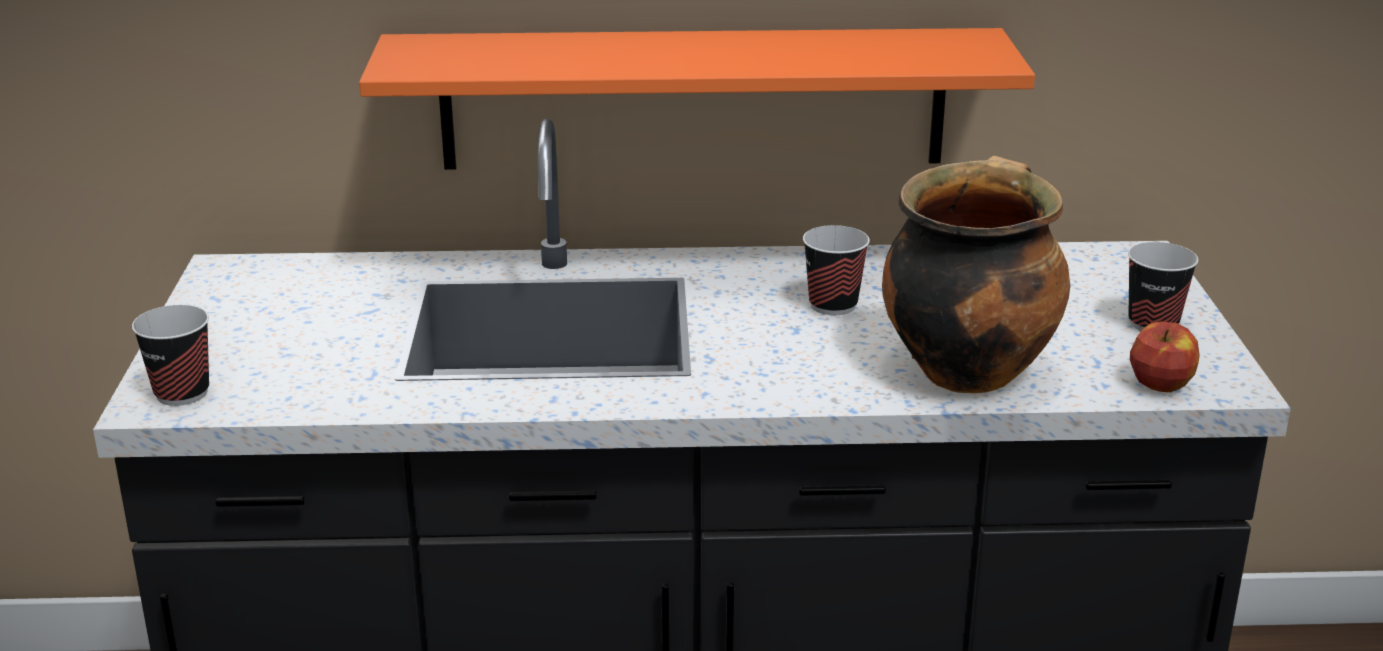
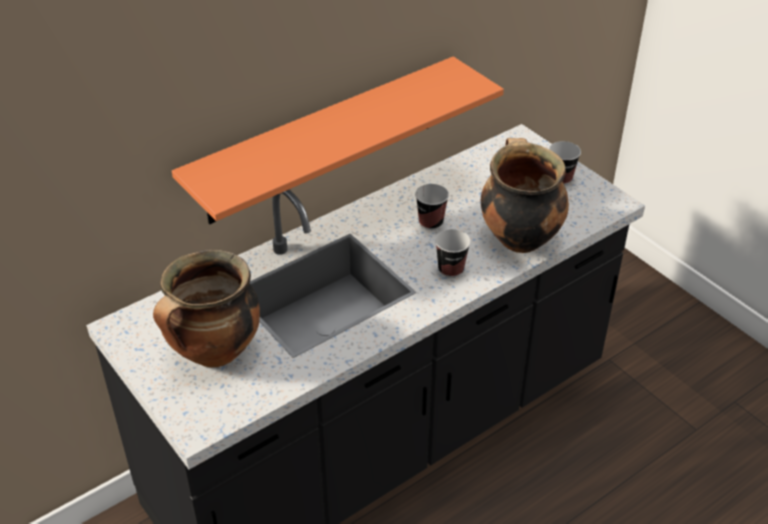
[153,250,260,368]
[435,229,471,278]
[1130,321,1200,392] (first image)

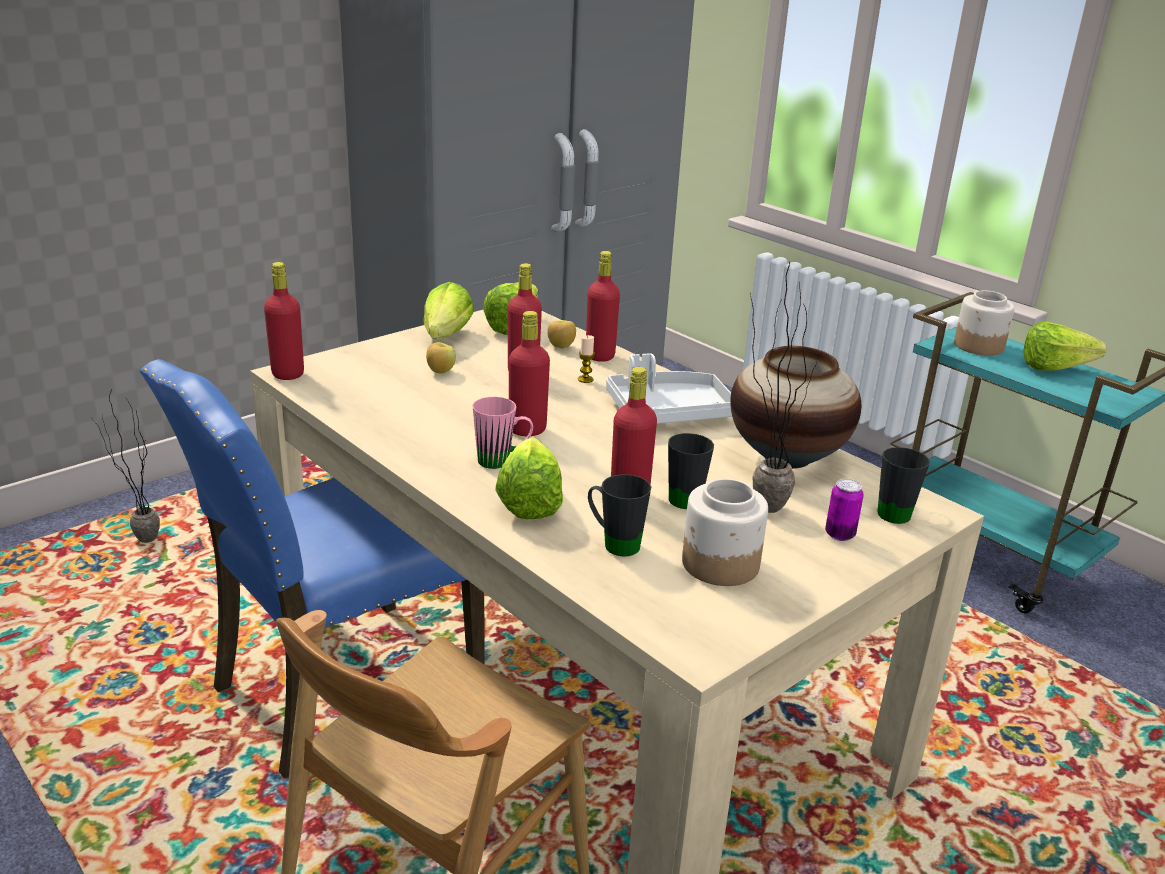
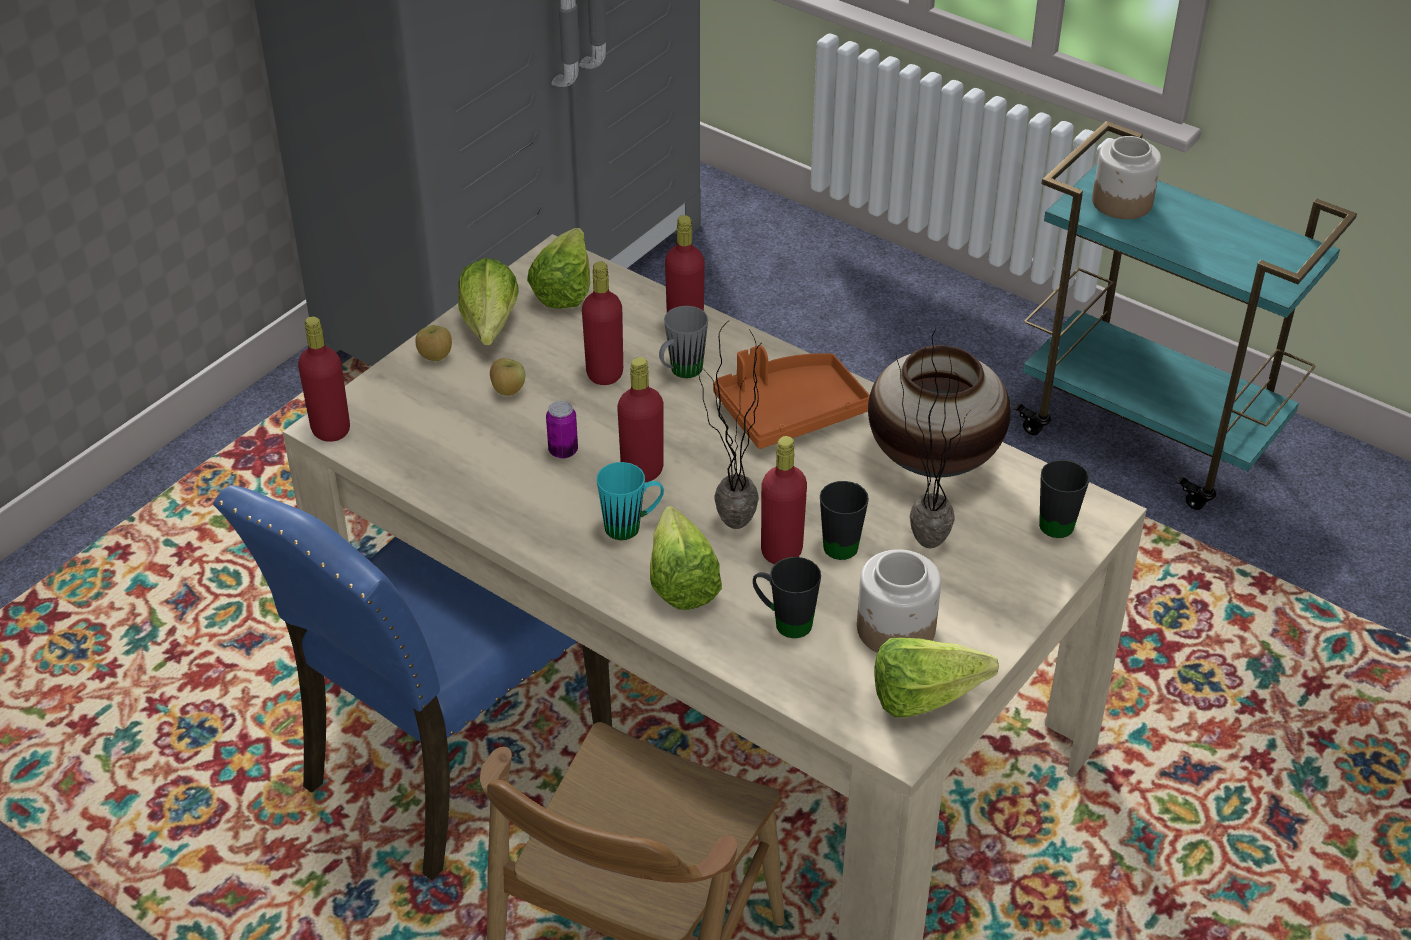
[415,325,452,361]
[546,401,578,459]
[597,462,664,540]
[659,306,708,378]
[693,320,761,529]
[713,345,870,449]
[874,637,999,717]

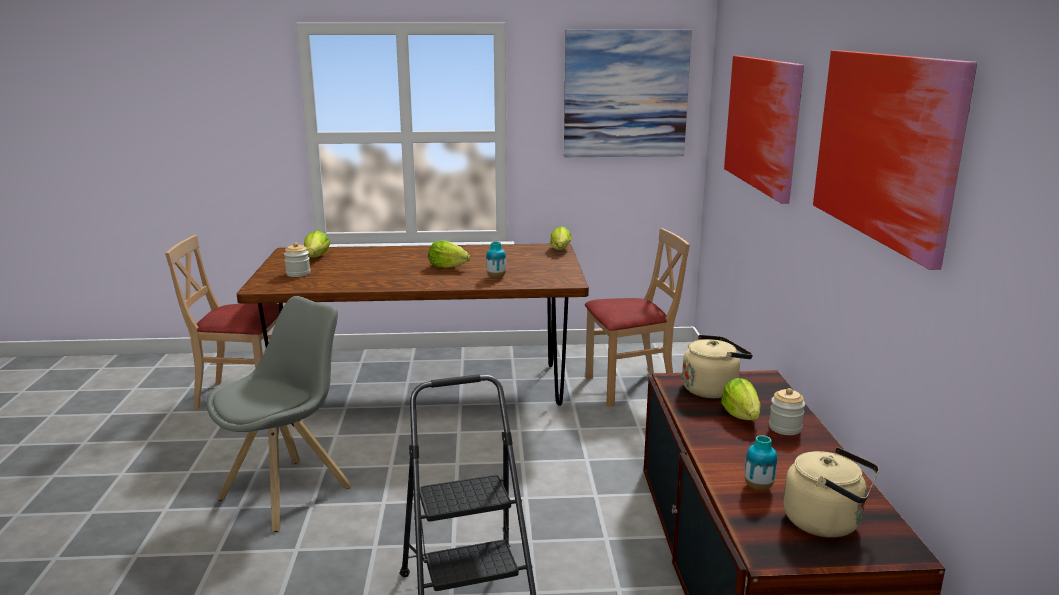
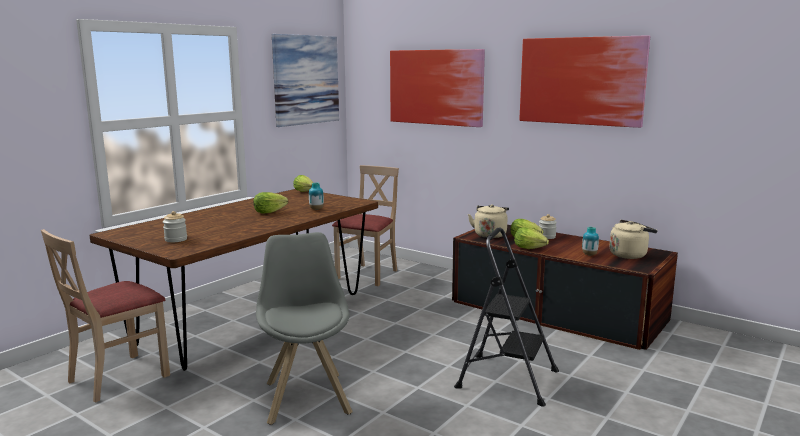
[514,227,549,249]

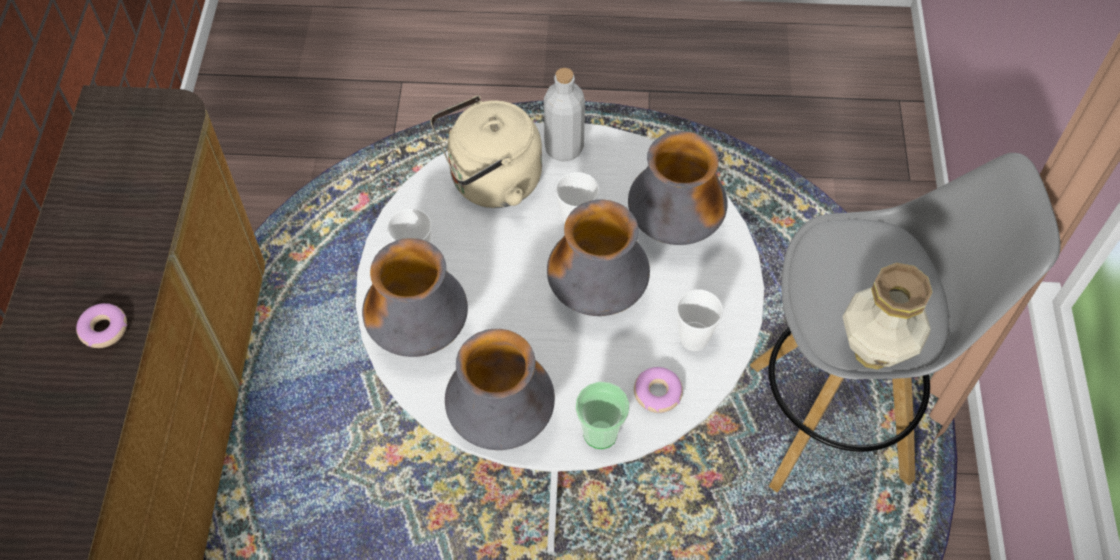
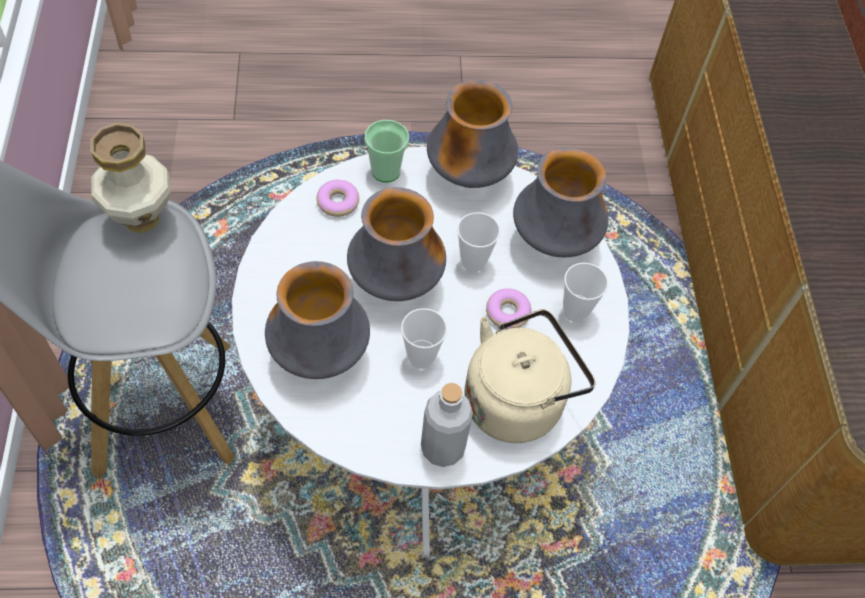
[457,212,500,272]
[486,288,532,329]

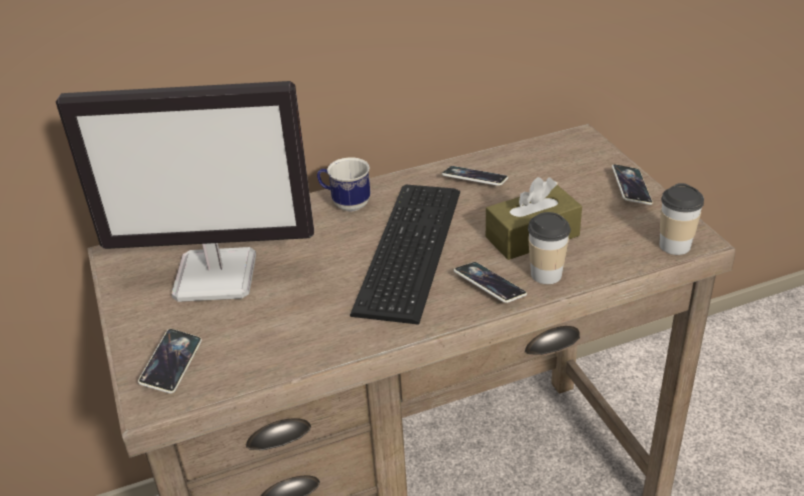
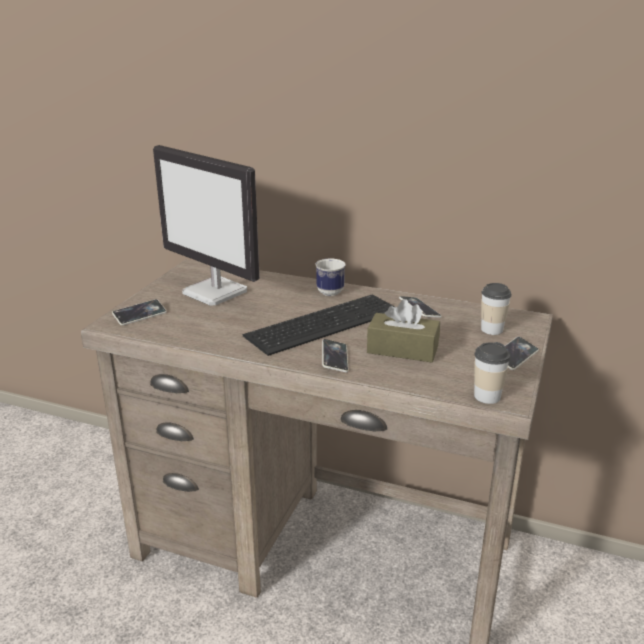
[481,283,512,335]

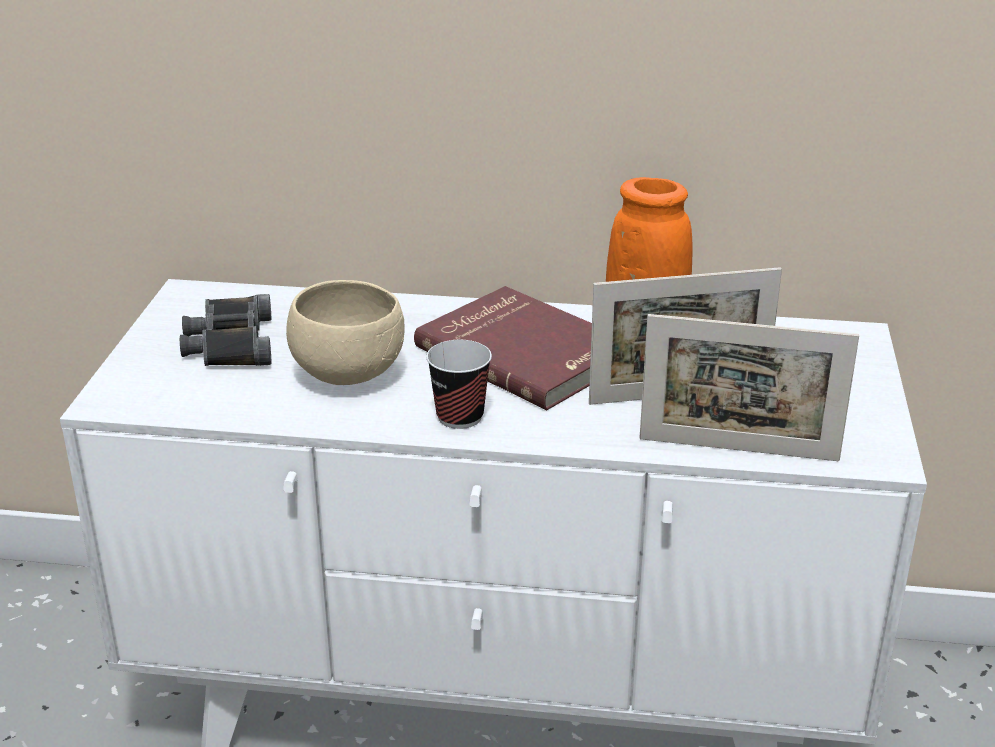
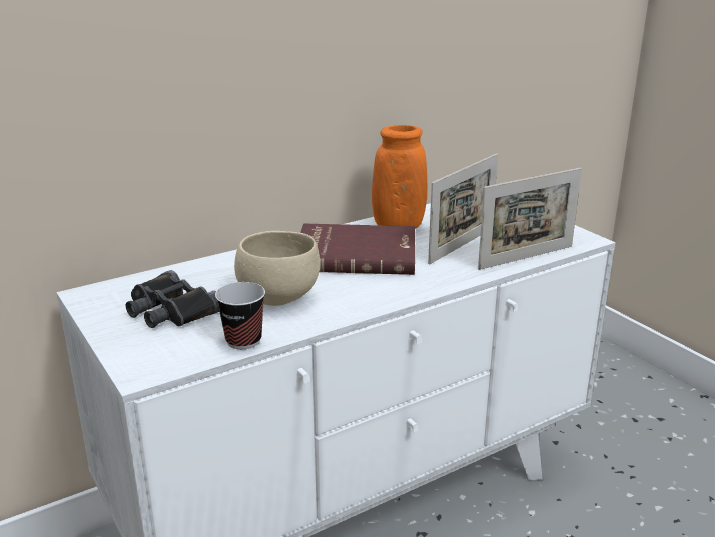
[215,282,265,349]

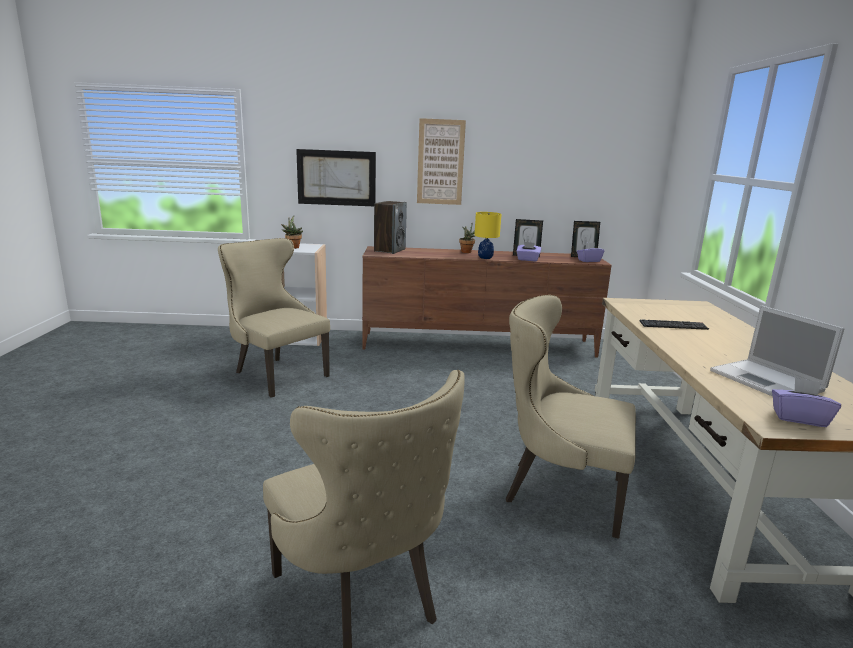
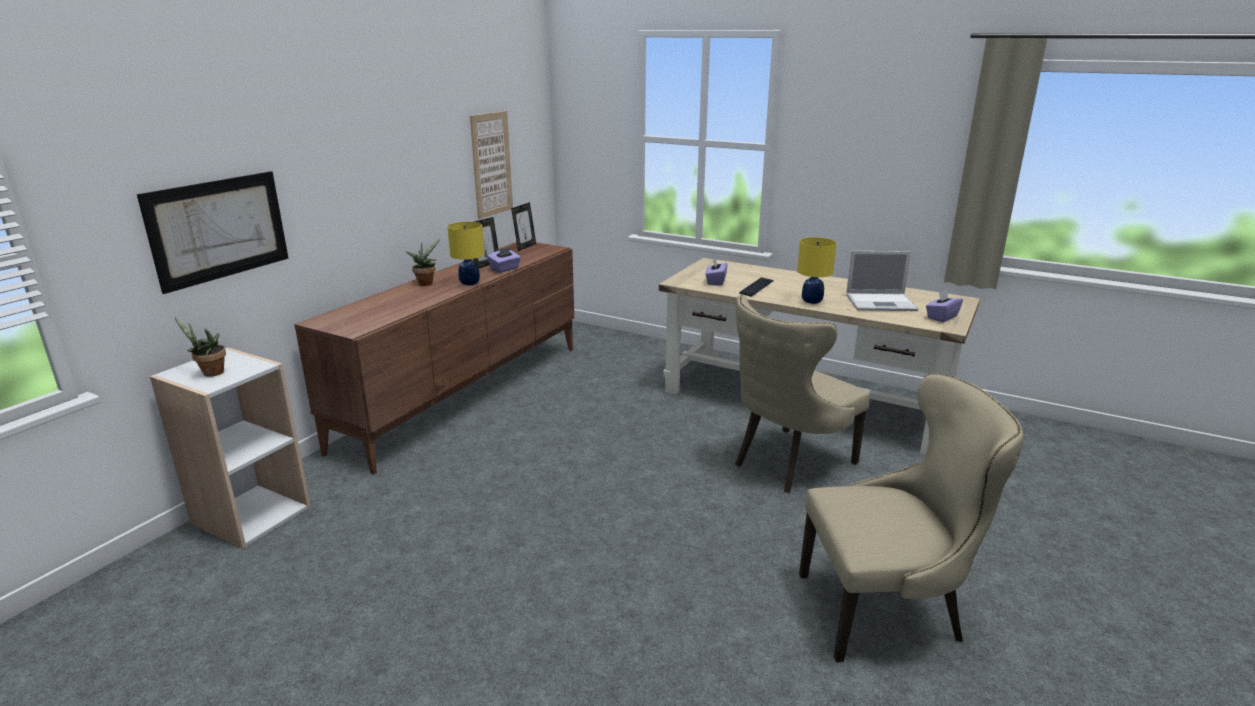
[470,111,513,219]
[706,258,728,286]
[797,237,837,304]
[218,238,330,398] (first image)
[374,201,407,254] (first image)

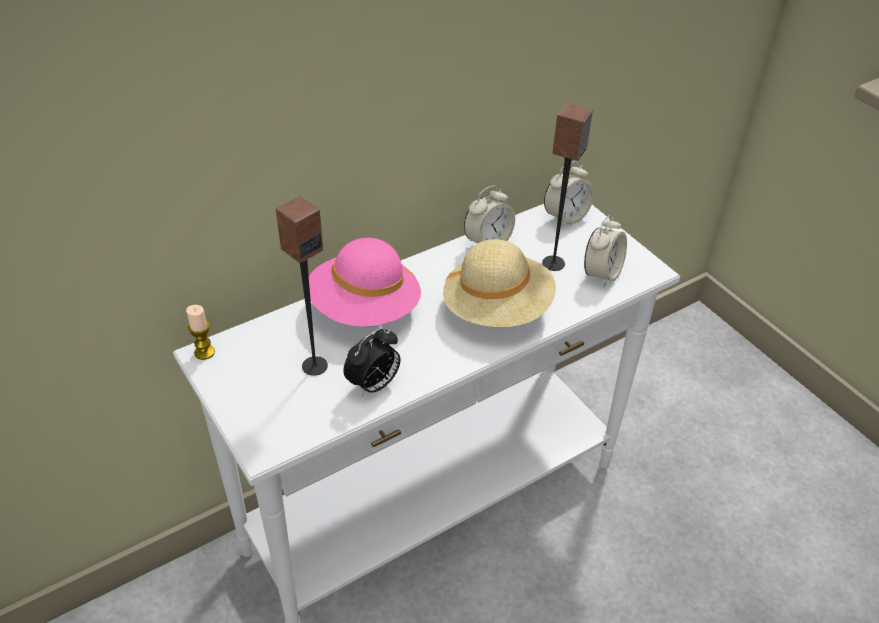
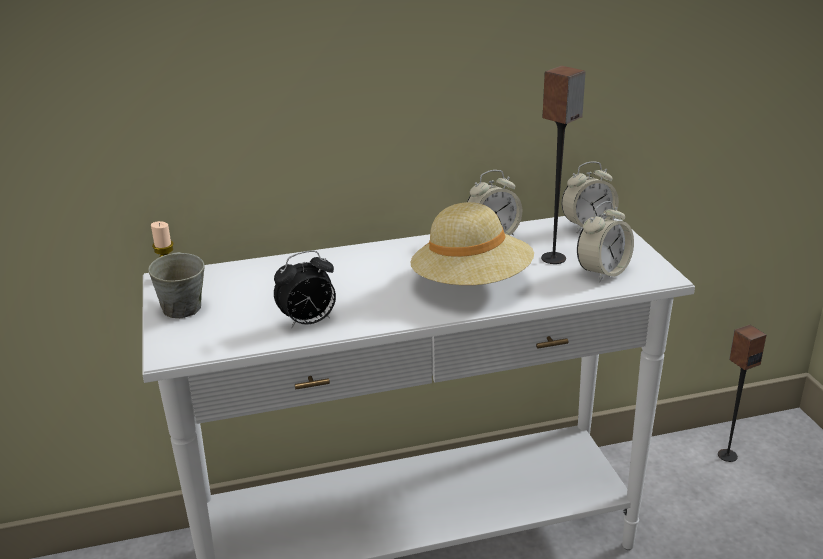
[148,252,205,318]
[718,325,766,462]
[309,238,421,327] (first image)

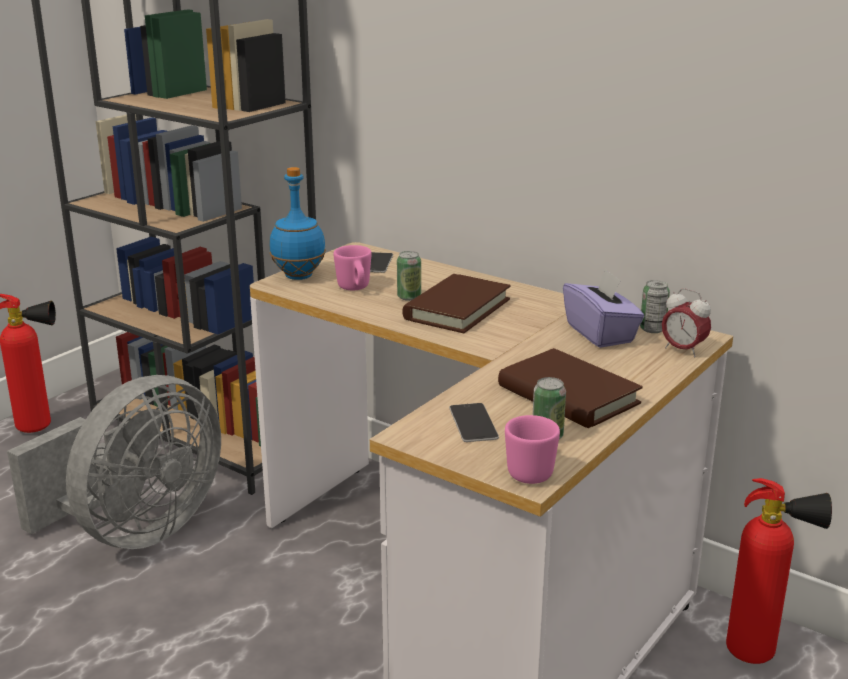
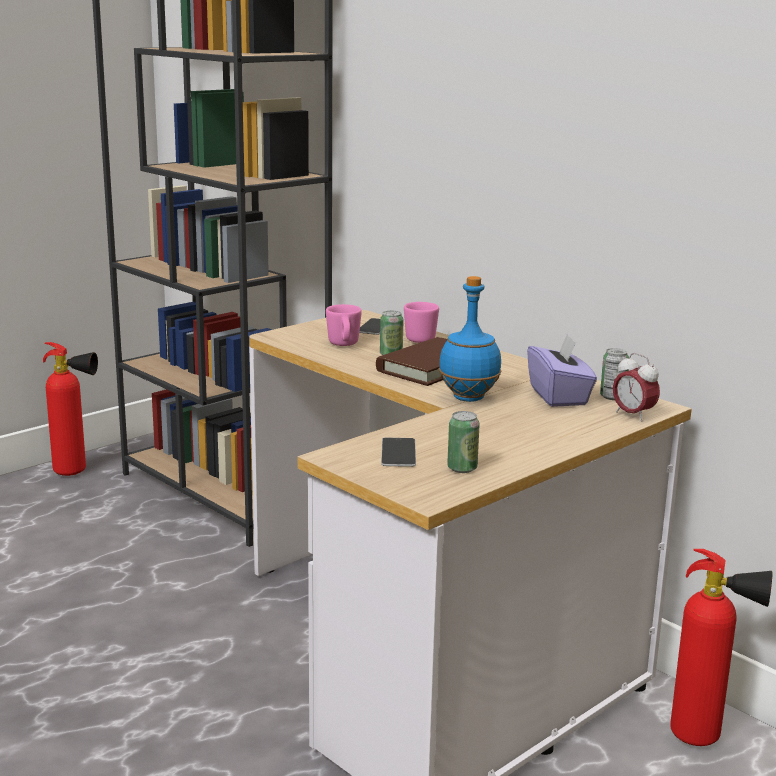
[404,302,439,343]
[439,276,501,402]
[7,375,221,549] (first image)
[498,348,643,428] (first image)

